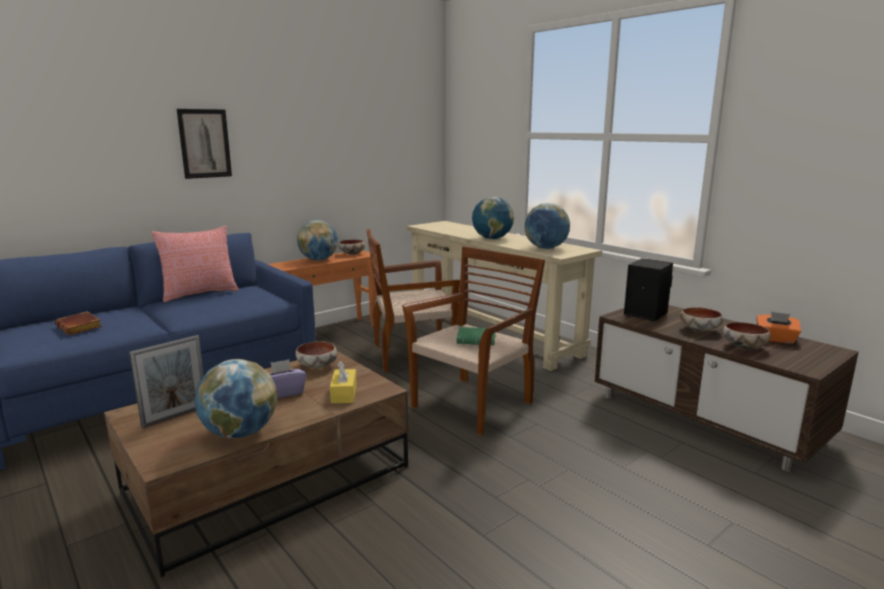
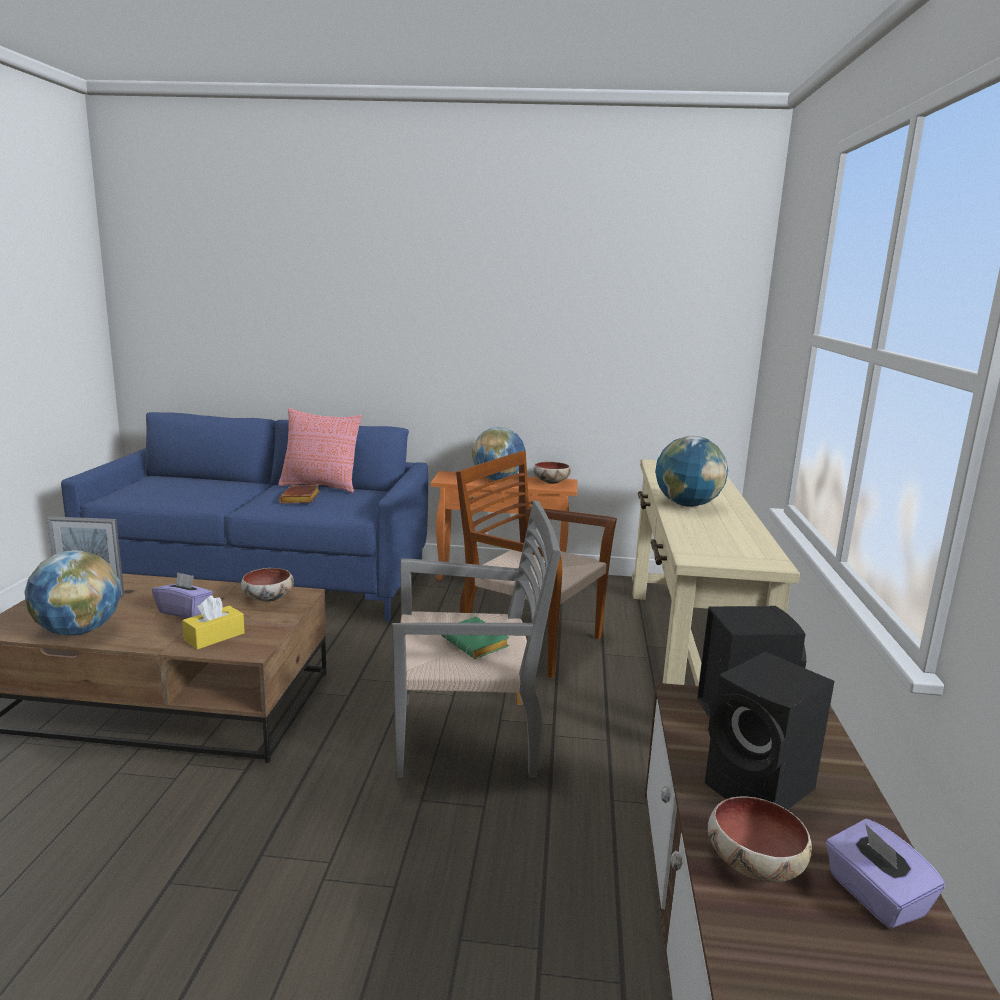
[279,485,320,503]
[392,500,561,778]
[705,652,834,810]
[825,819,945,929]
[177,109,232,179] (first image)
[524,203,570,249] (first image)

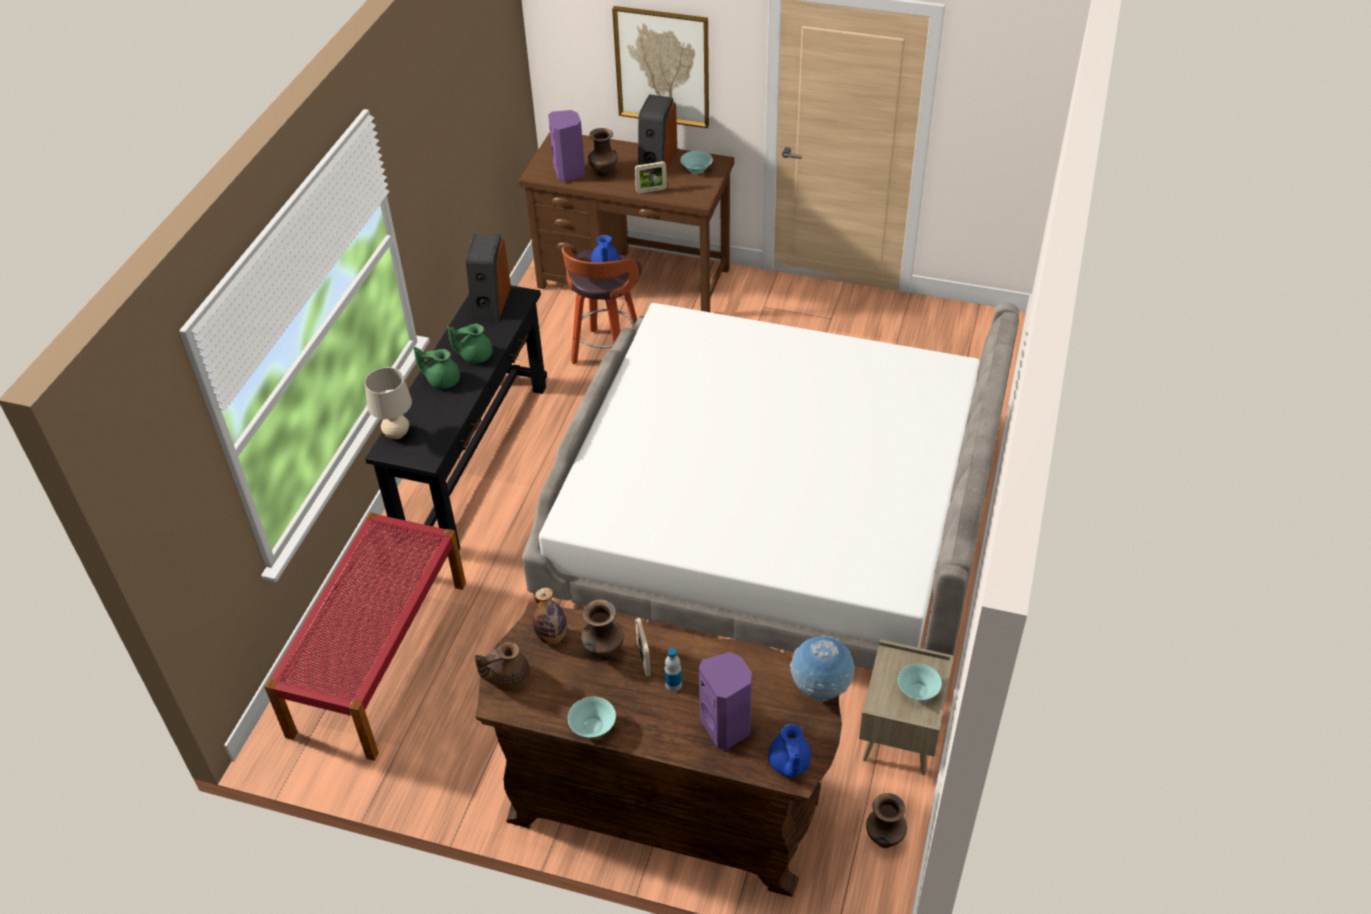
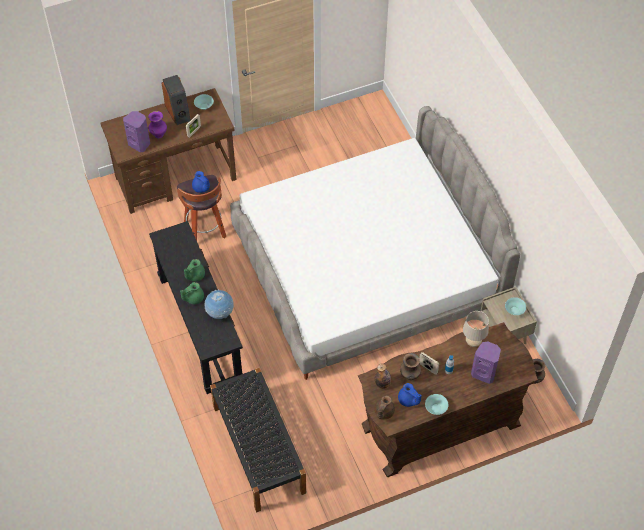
[148,111,167,138]
[204,289,234,319]
[210,368,306,513]
[398,383,422,407]
[463,311,489,347]
[466,234,511,321] (first image)
[612,6,709,128] (first image)

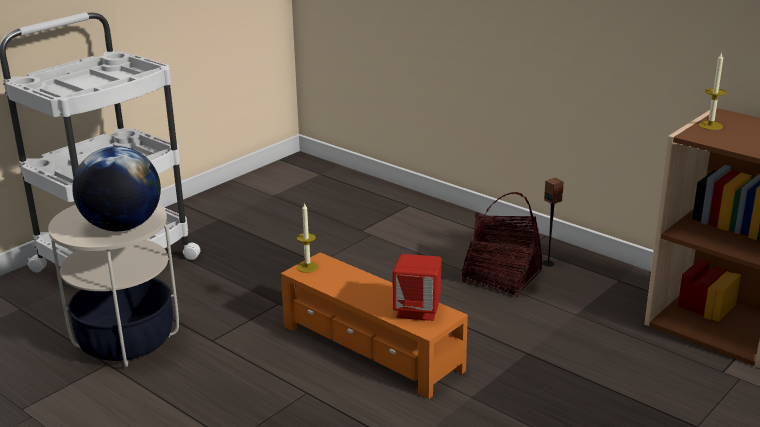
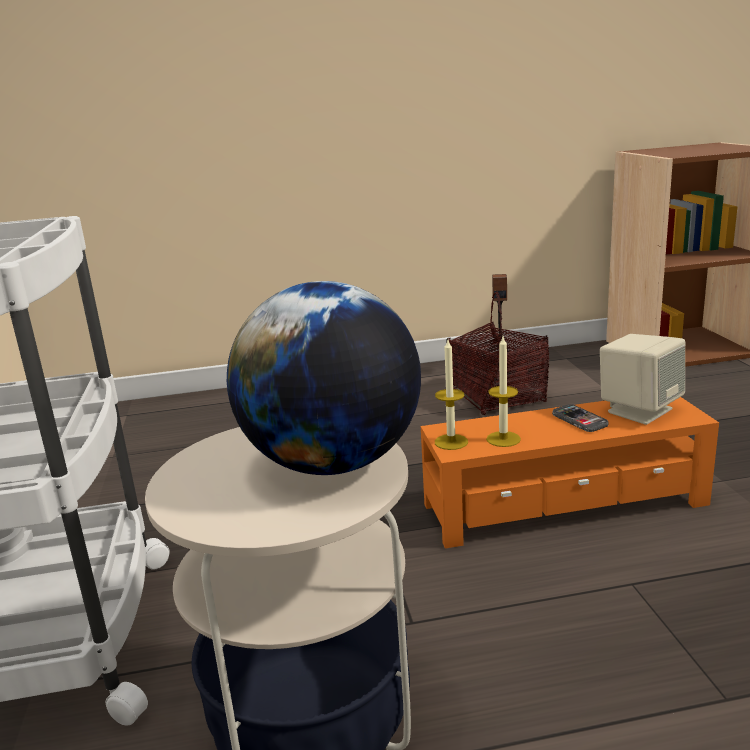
[486,337,521,447]
[552,404,609,432]
[600,334,685,425]

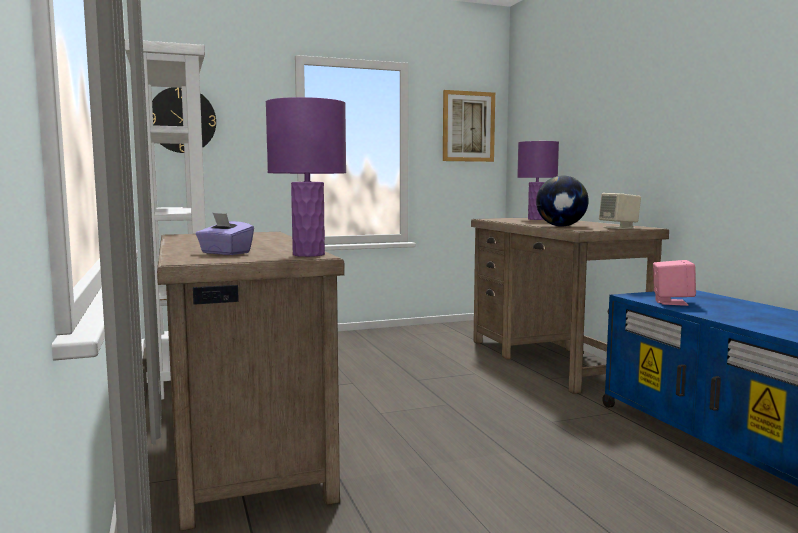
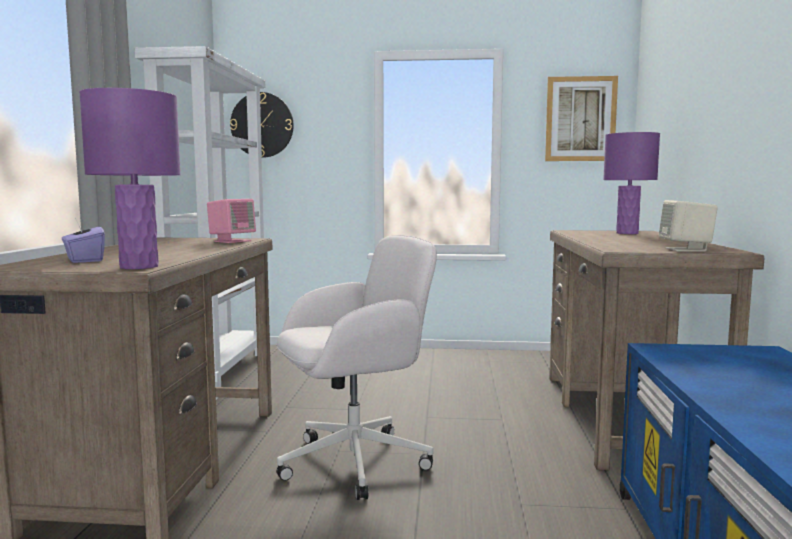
[207,199,256,243]
[276,235,437,500]
[536,175,589,227] (first image)

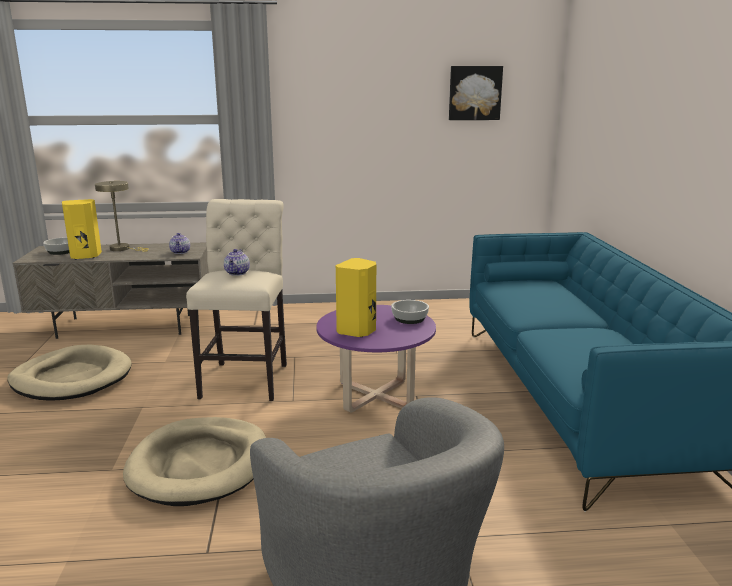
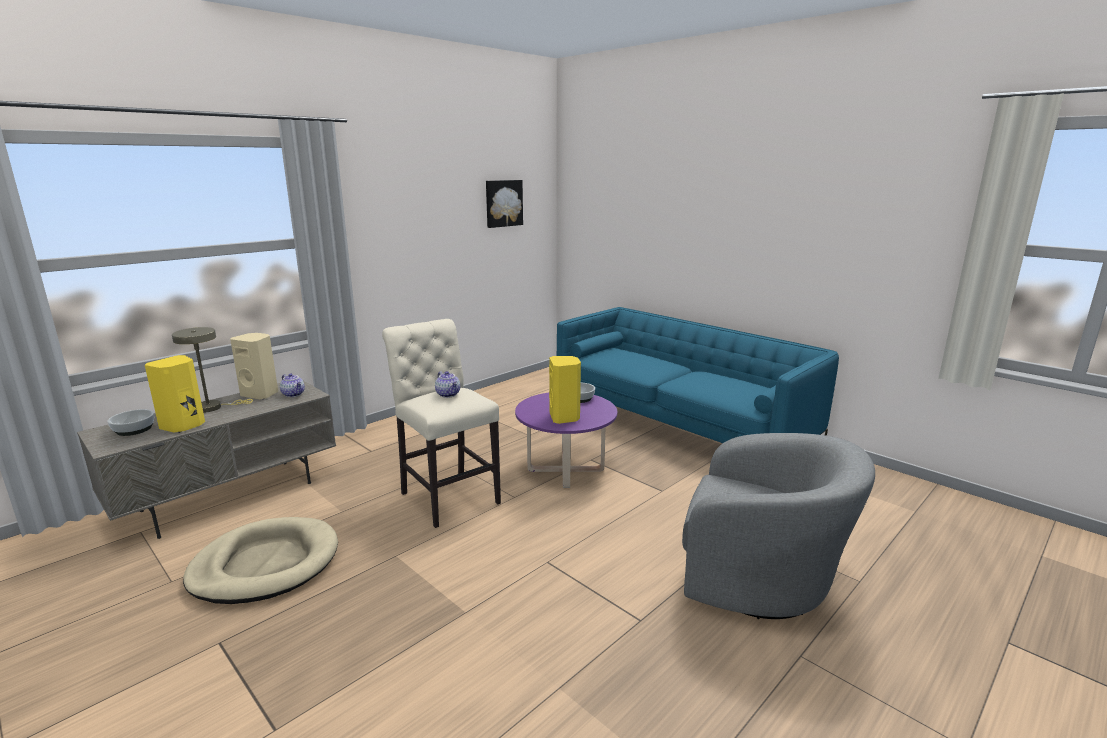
[230,333,278,399]
[123,417,266,506] (first image)

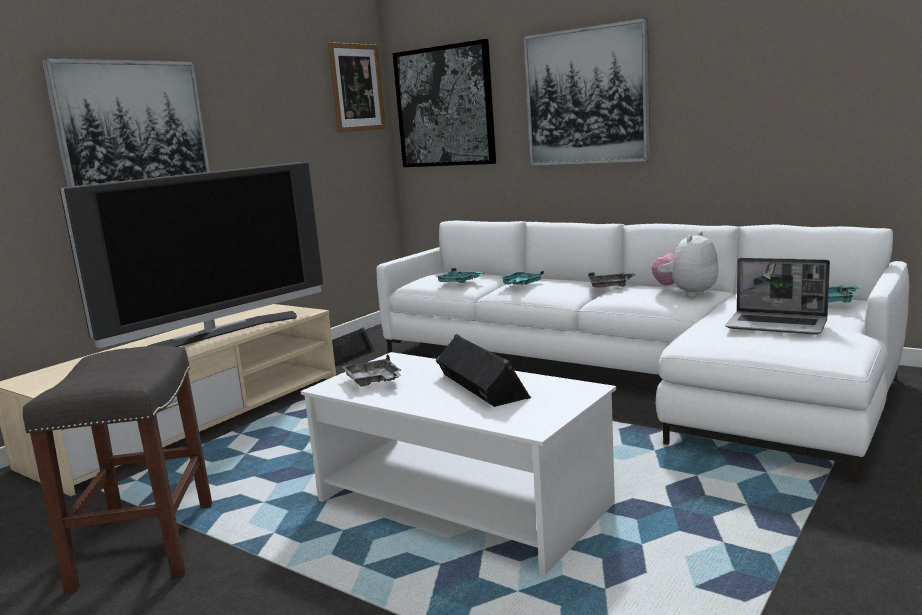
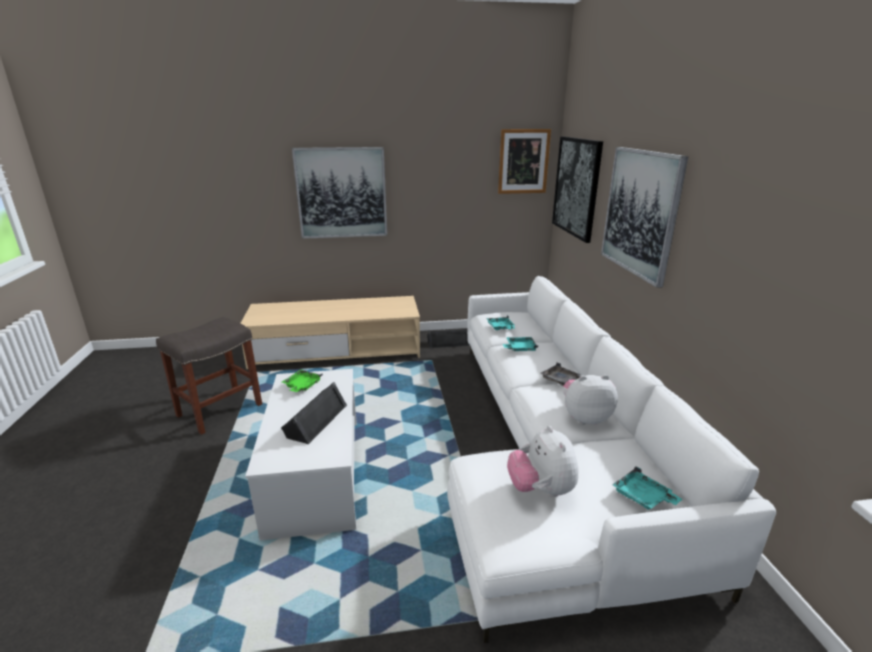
[282,370,323,392]
[507,426,579,497]
[60,162,323,348] (first image)

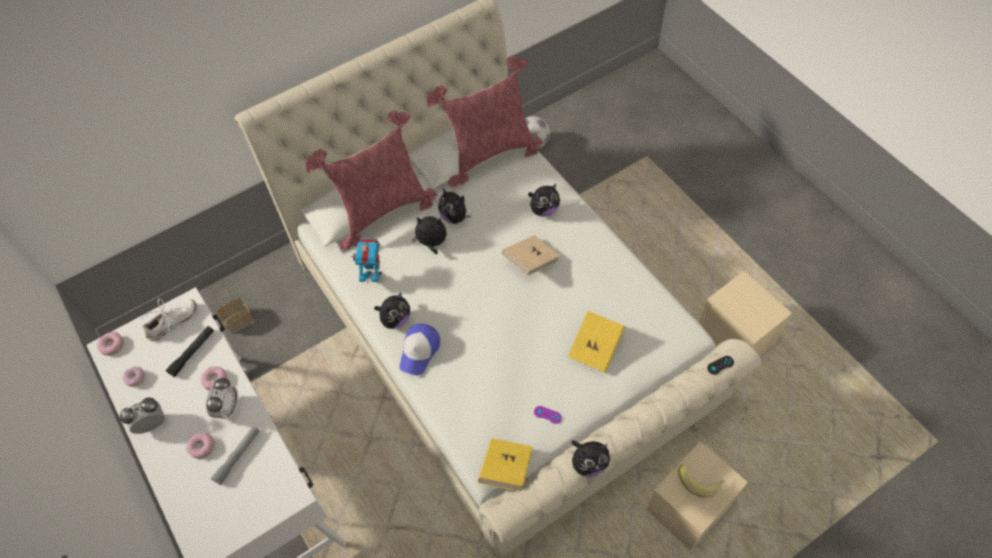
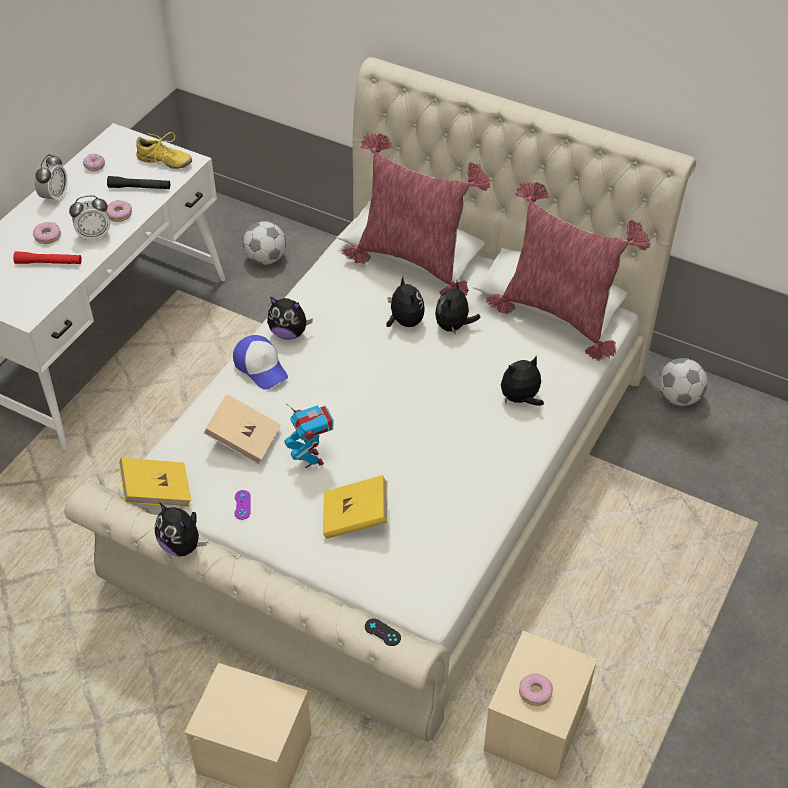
[13,251,82,264]
[35,154,68,204]
[136,132,192,169]
[203,394,281,464]
[233,335,288,390]
[243,221,286,265]
[285,404,334,468]
[501,356,544,406]
[519,674,553,706]
[678,464,726,498] (first image)

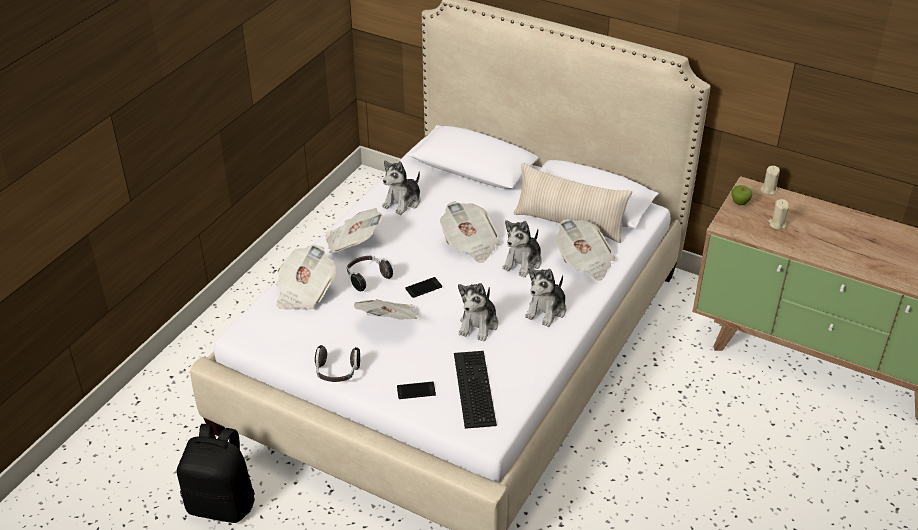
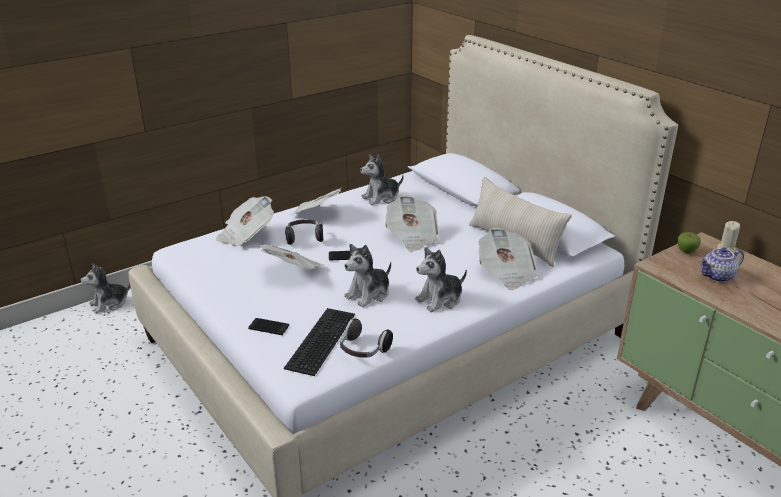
[80,263,131,314]
[340,319,393,358]
[700,248,744,282]
[177,424,255,523] (first image)

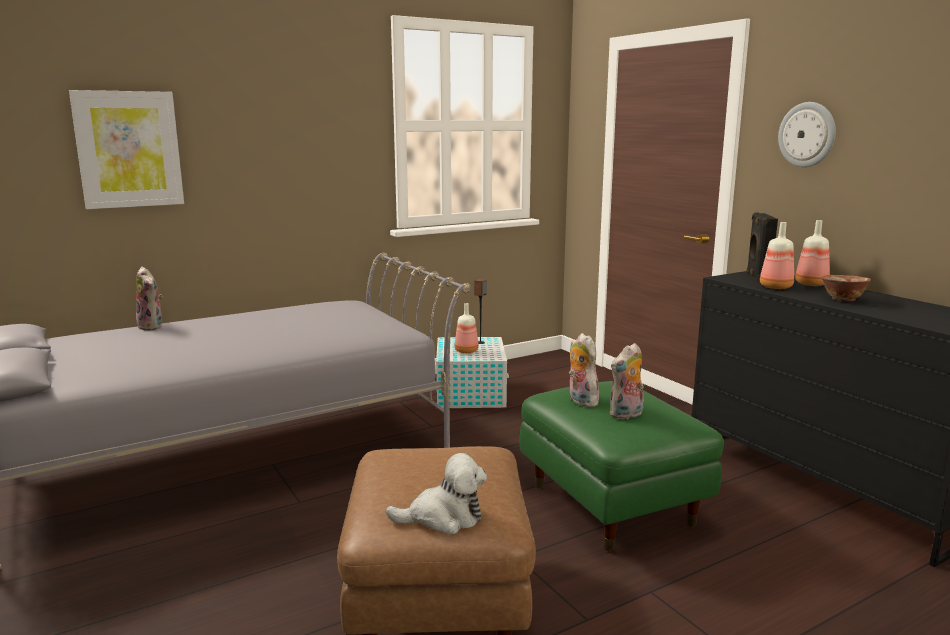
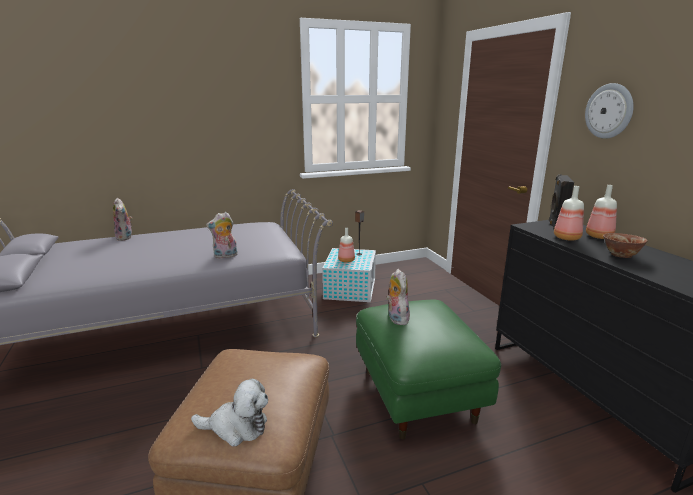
[206,212,238,259]
[69,90,184,209] (first image)

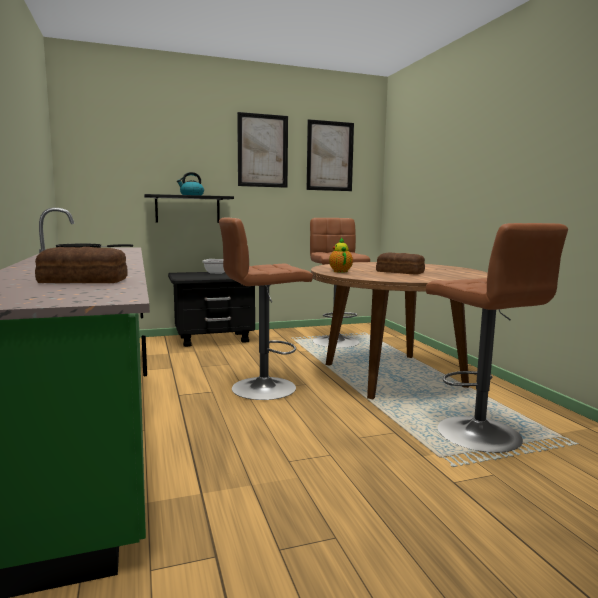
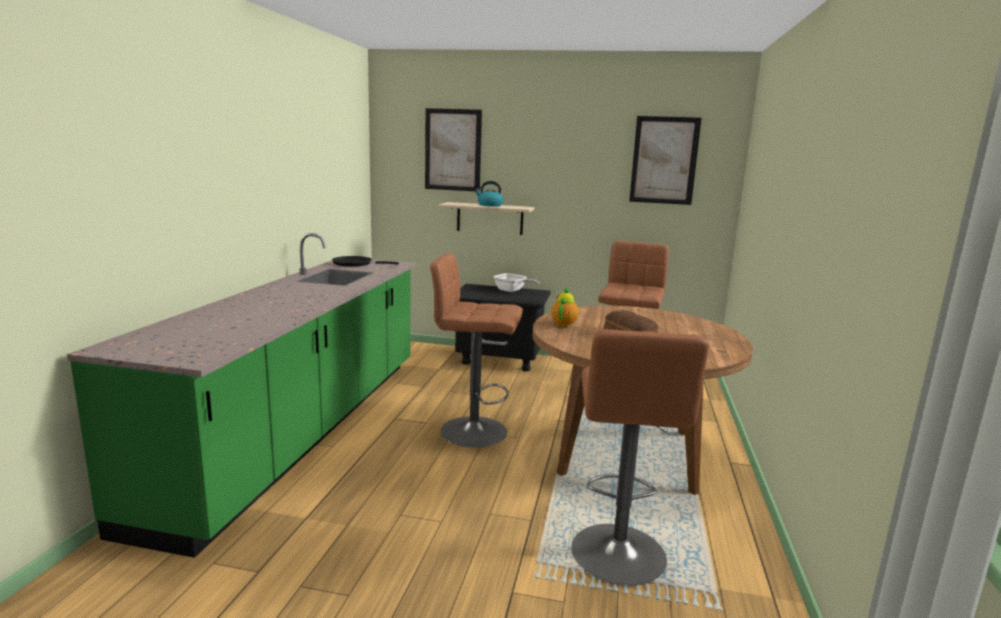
[425,108,482,191]
[439,202,534,235]
[35,247,128,283] (first image)

